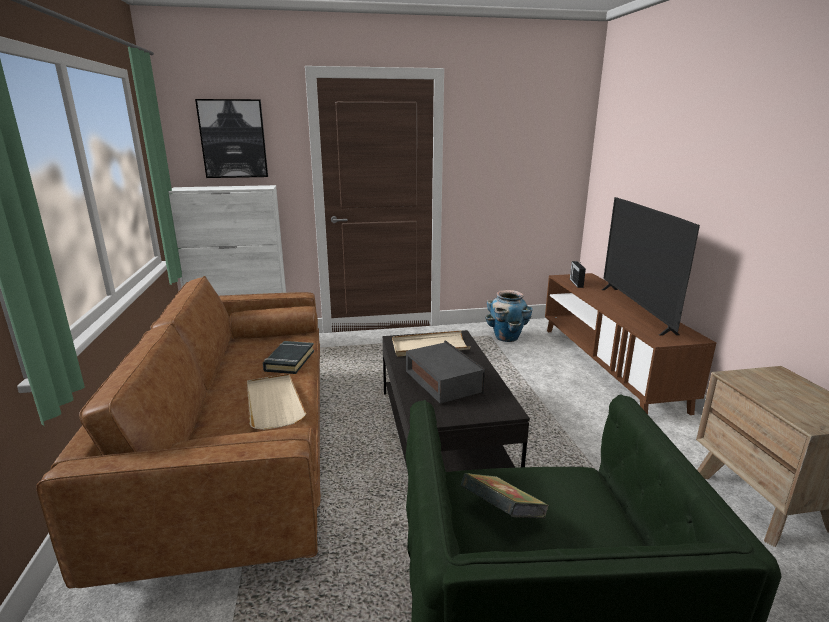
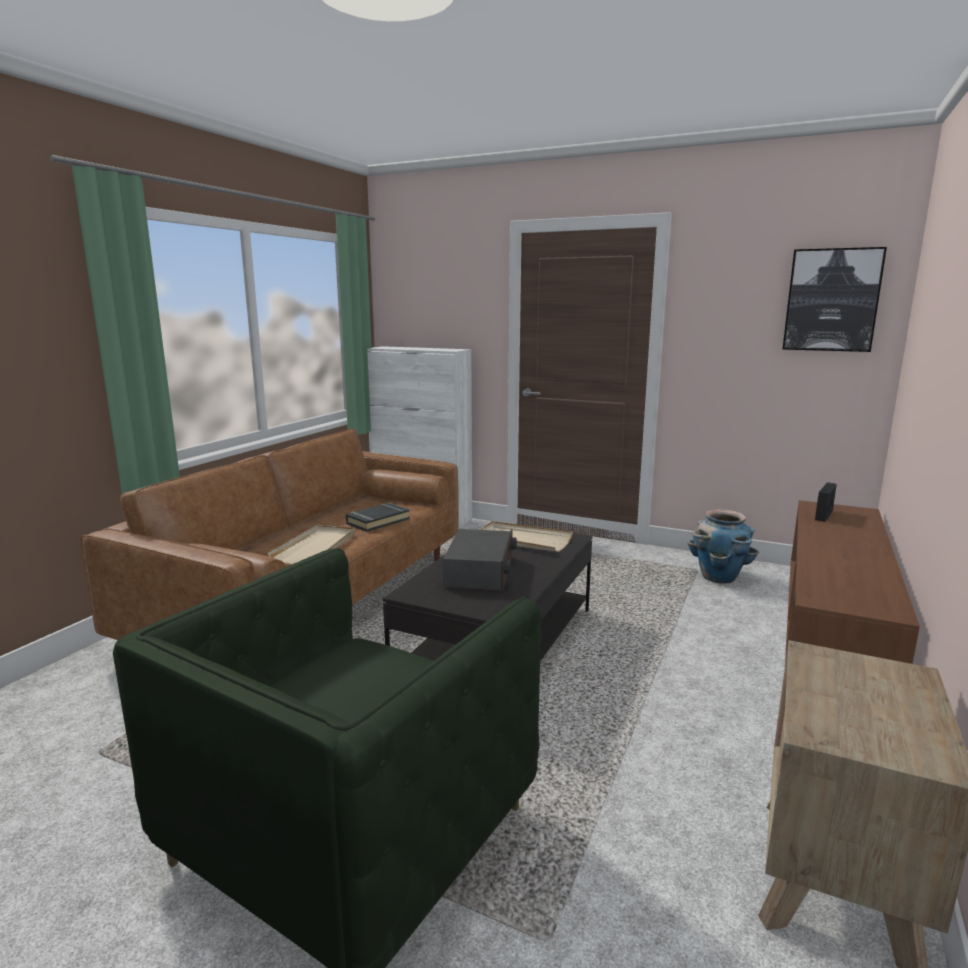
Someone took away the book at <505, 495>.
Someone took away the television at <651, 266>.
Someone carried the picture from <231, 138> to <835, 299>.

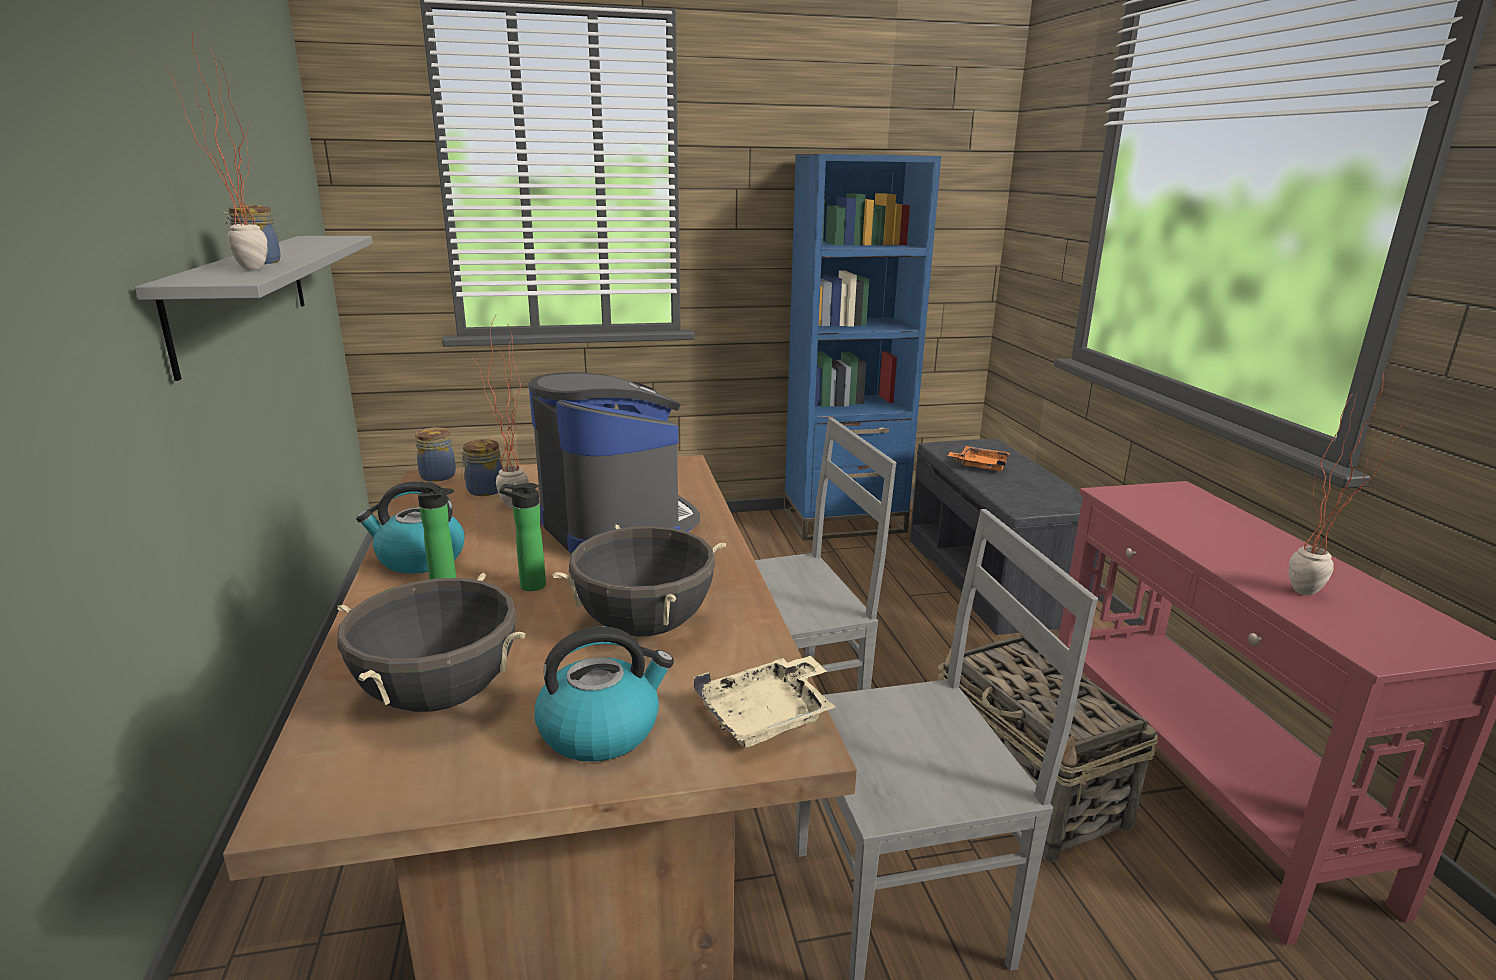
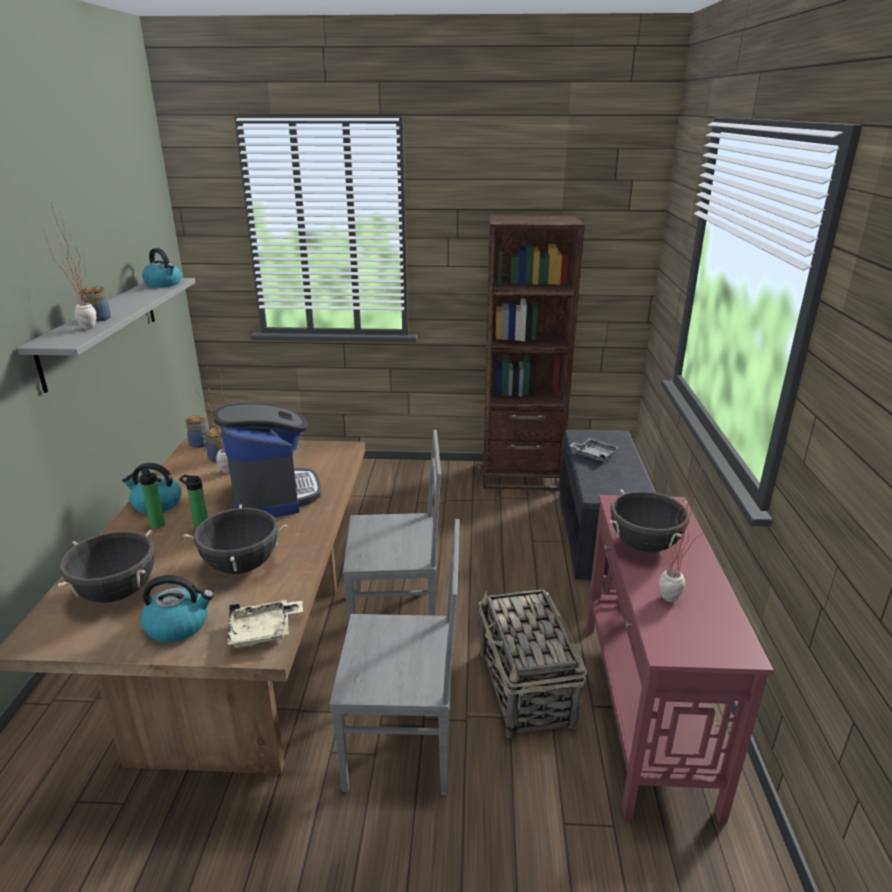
Someone put down the kettle at <162, 267>.
Someone put down the black cooking pot at <649, 521>.
Someone repainted the blue bookcase at <862, 347>, which became the brown bookcase at <534, 352>.
Someone repainted the orange tray at <979, 458>, which became the grey tray at <594, 450>.

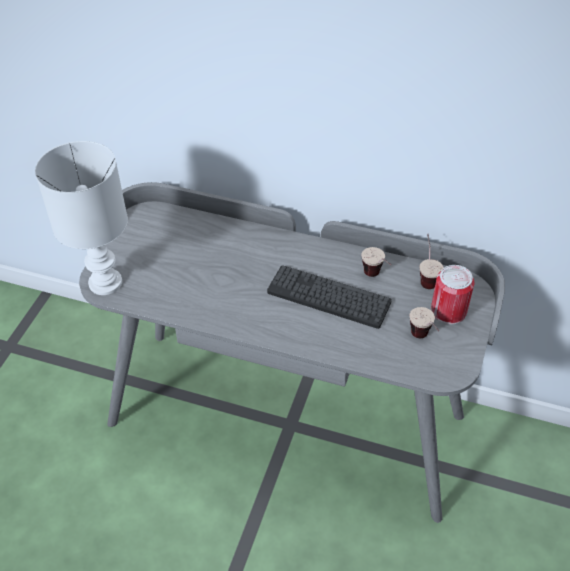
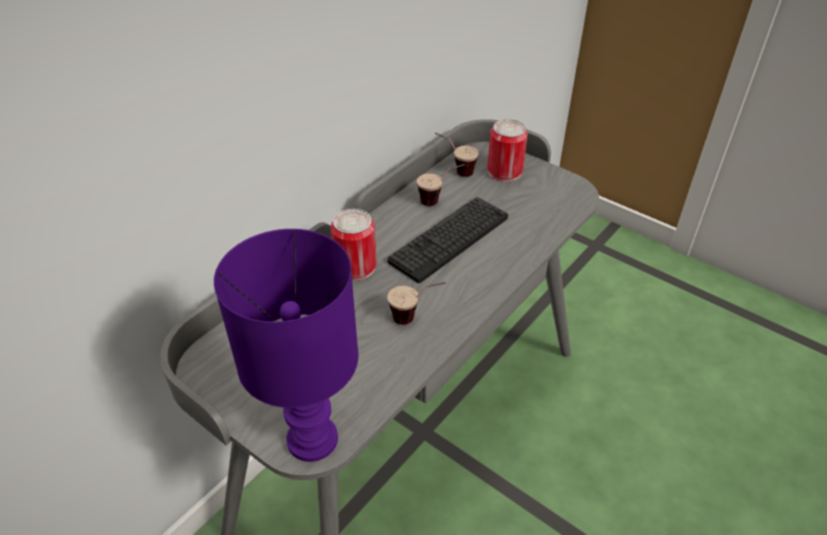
Someone put down the can at <354, 245>.
Someone carried the cup from <424, 322> to <416, 303>.
Someone repainted the white table lamp at <81, 218>, which became the purple table lamp at <286, 345>.

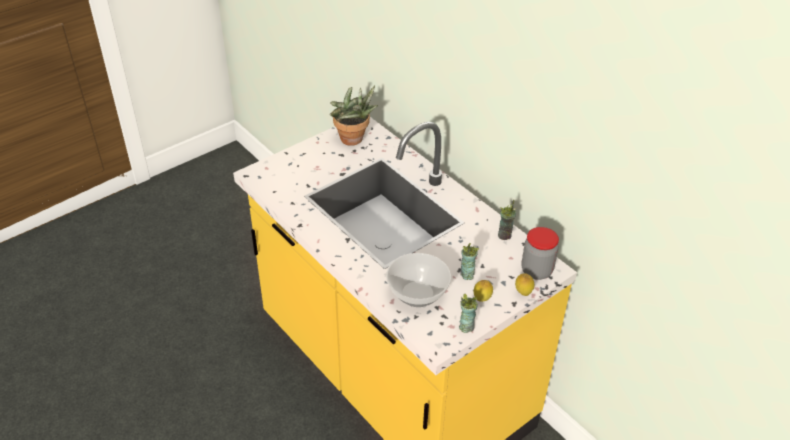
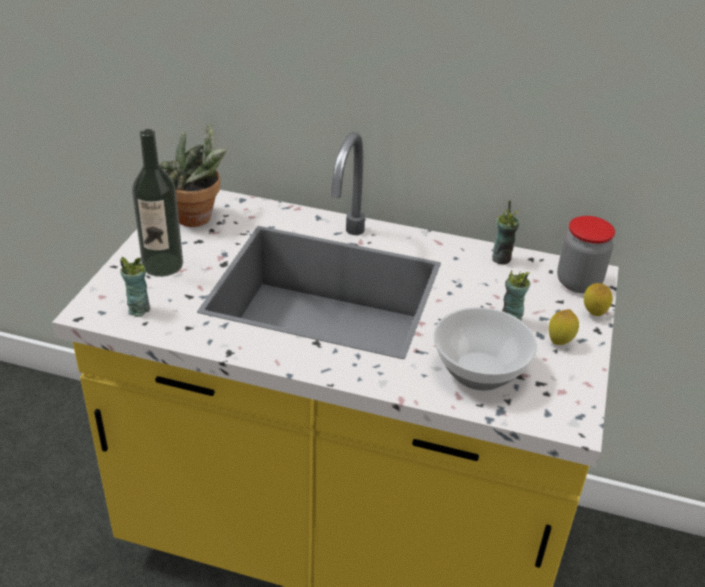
Someone put down the bottle at <157, 203>.
Someone carried the cup from <468, 313> to <135, 287>.

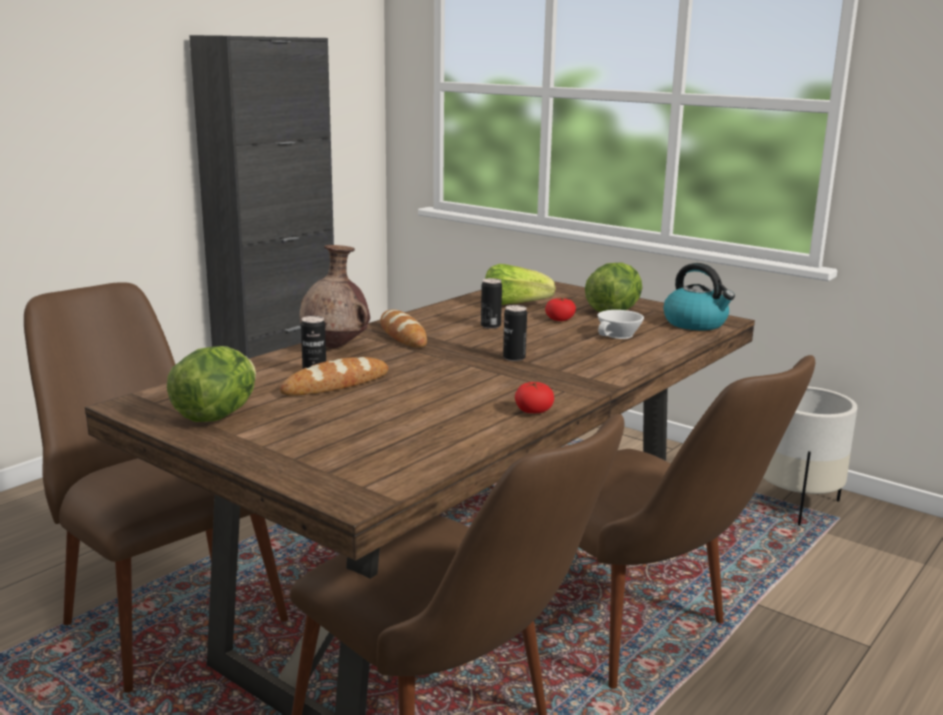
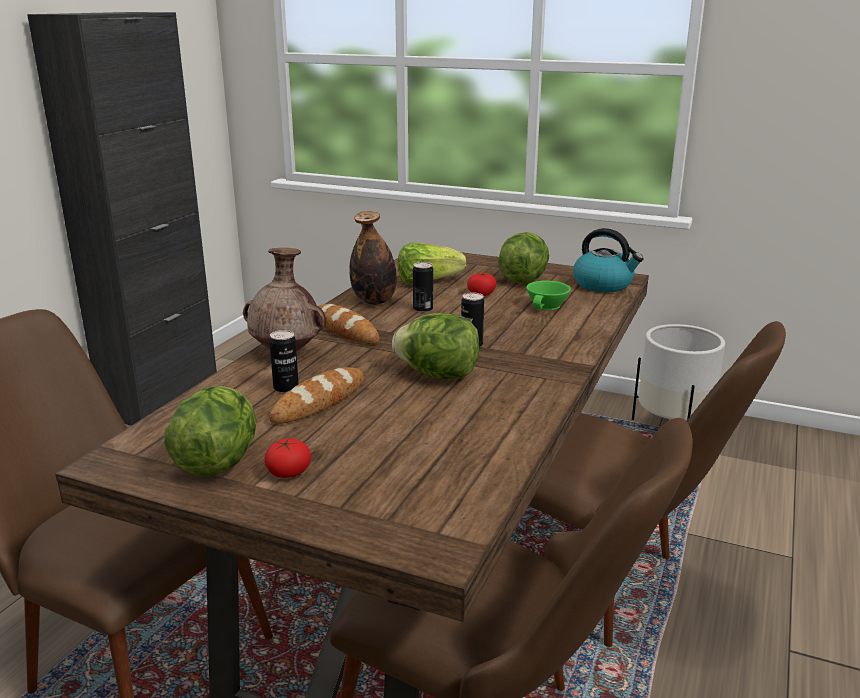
Someone put down the bottle at <373, 258>.
Someone put down the lettuce at <435, 346>.
Someone carried the tomato from <534, 397> to <287, 458>.
Someone repainted the white cup at <620, 324>, which became the green cup at <548, 295>.

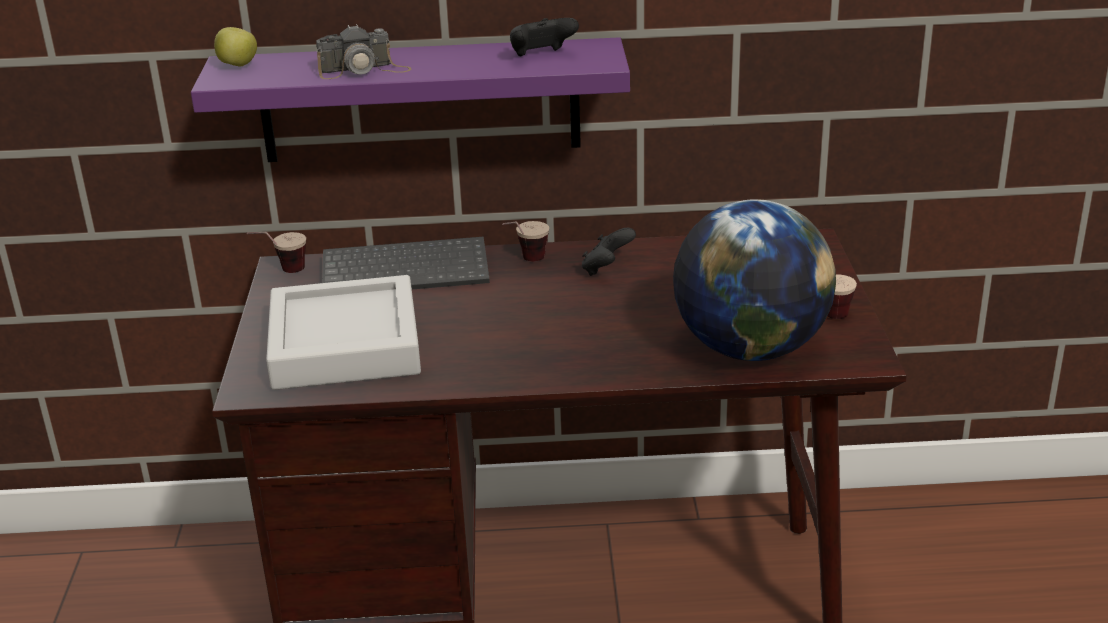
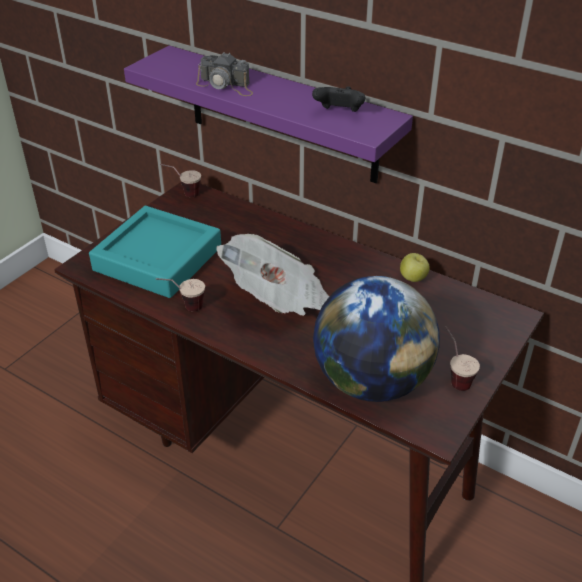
Someone took away the keyboard at <406, 262>.
Someone took away the black game controller at <609, 251>.
Someone put down the newspaper at <272, 275>.
Someone carried the apple from <235, 47> to <415, 267>.
Someone carried the cup from <525, 241> to <180, 294>.
Someone repainted the grey tray at <343, 332>, which became the turquoise tray at <155, 252>.

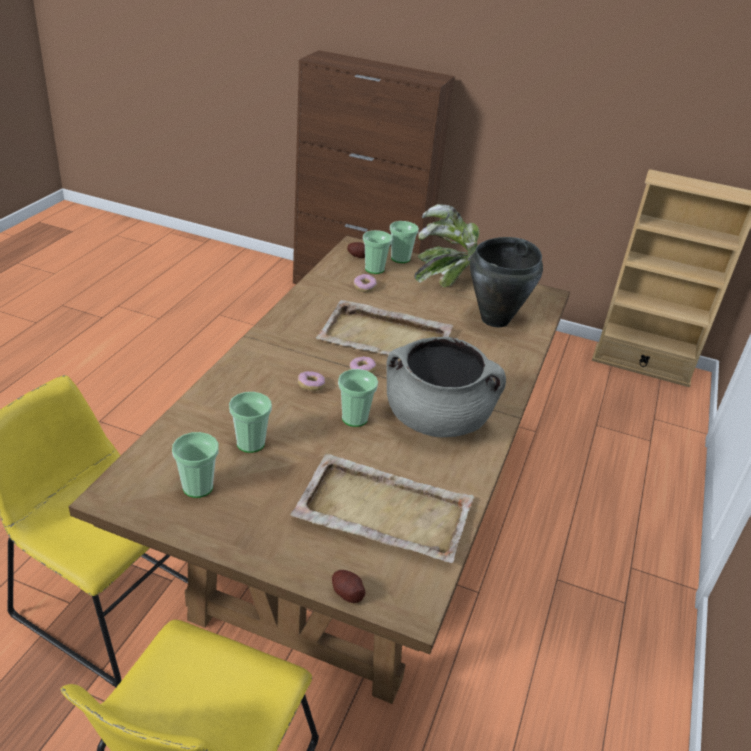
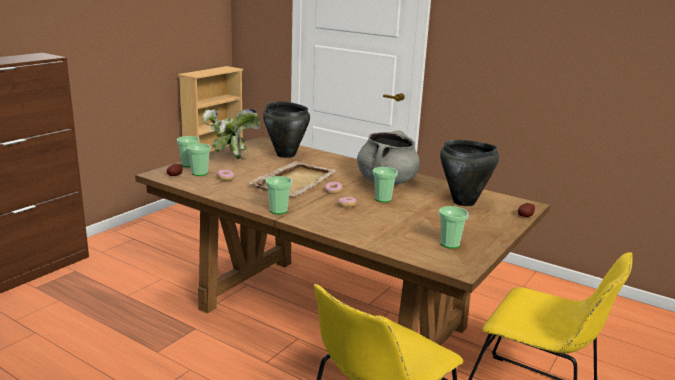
Someone carried the cup from <250, 422> to <278, 195>.
Someone swapped the beige tray at <382, 508> for the black cooking pot at <470, 173>.

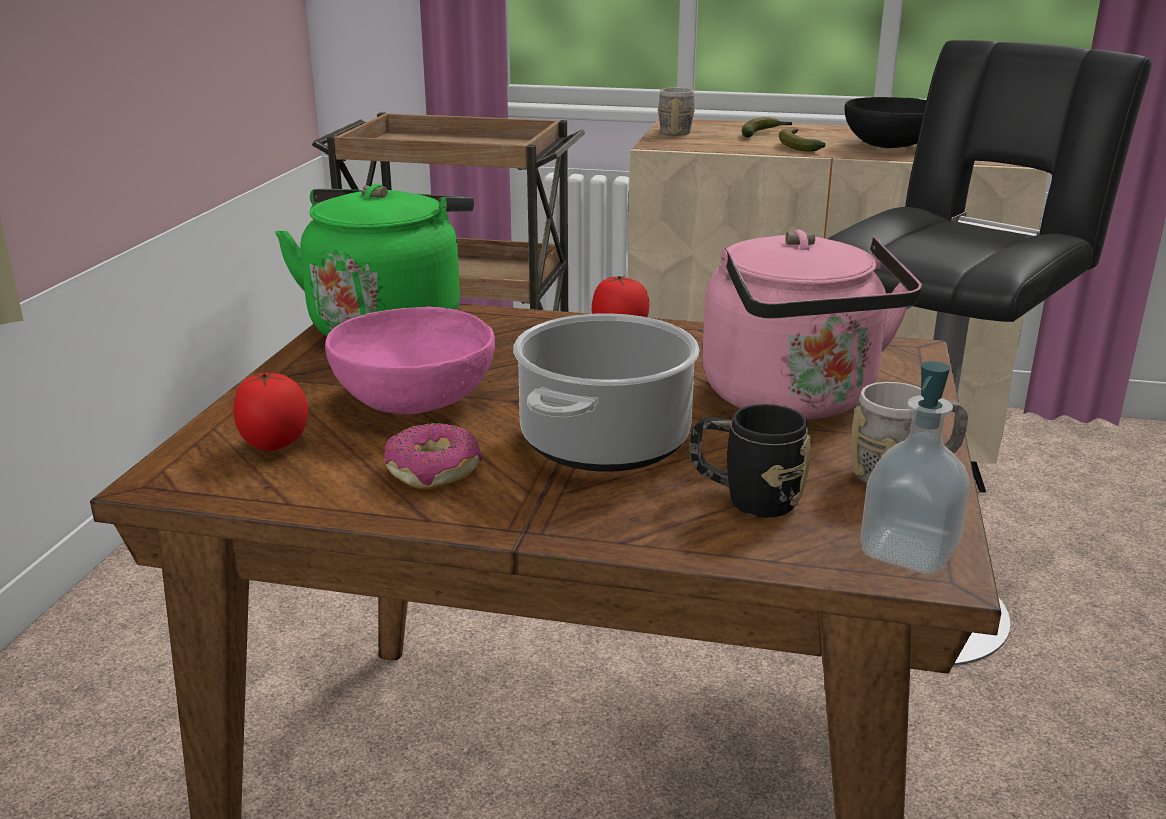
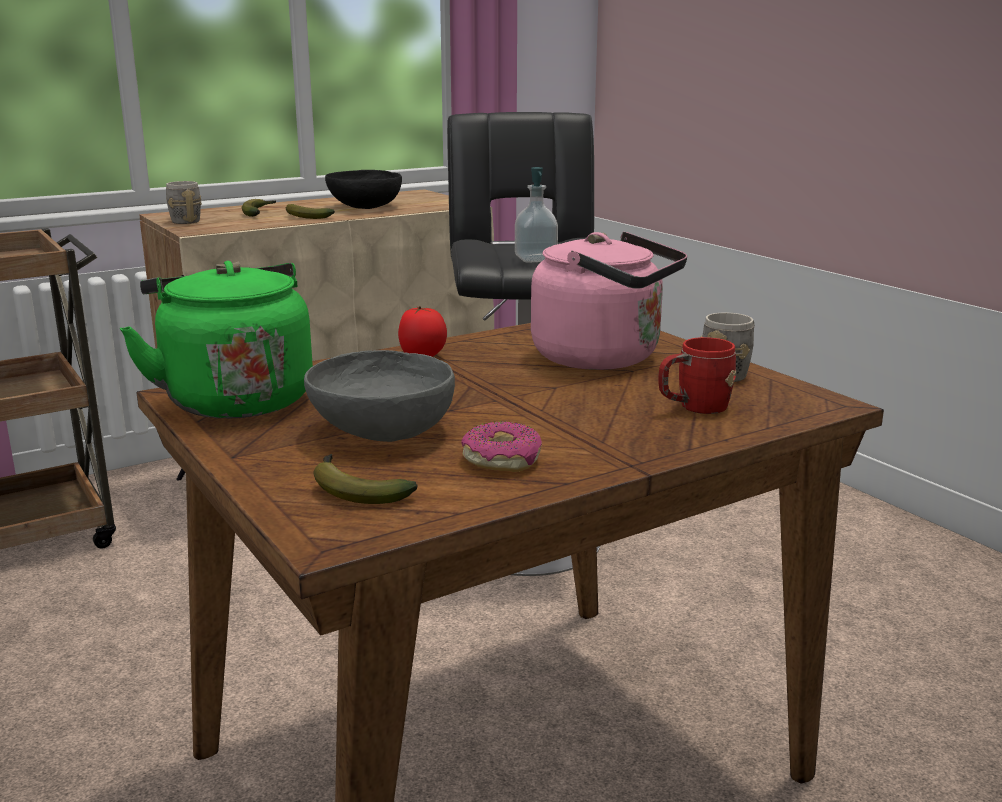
Someone took away the cooking pot at <606, 392>.
Someone carried the soap dispenser from <915, 468> to <536, 215>.
Someone swapped the tomato at <270, 411> for the banana at <365, 479>.
Someone repainted the pink bowl at <410, 360>, which became the grey bowl at <379, 396>.
Someone repainted the black mug at <750, 460>, which became the red mug at <697, 375>.

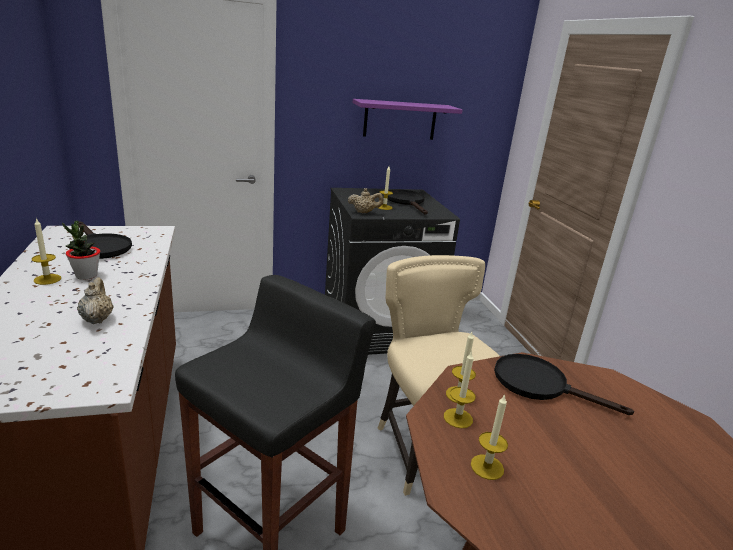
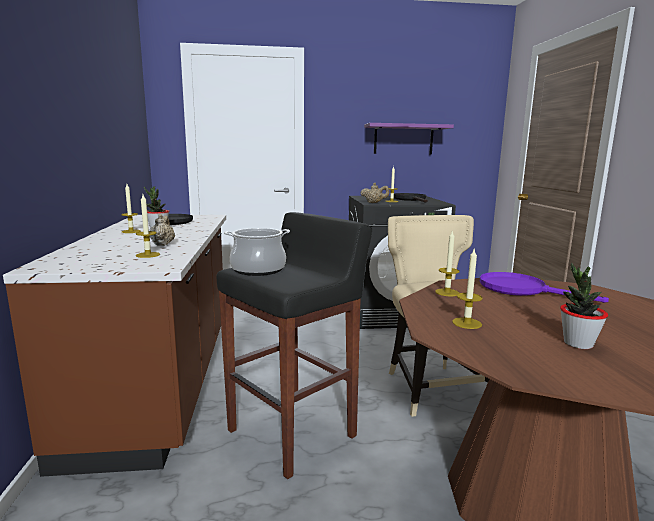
Someone put down the cooking pot at <257, 252>.
Someone put down the potted plant at <584, 306>.
Someone carried the candle from <460, 389> to <148, 226>.
Someone repainted the black frying pan at <564, 384>, which became the purple frying pan at <544, 287>.

